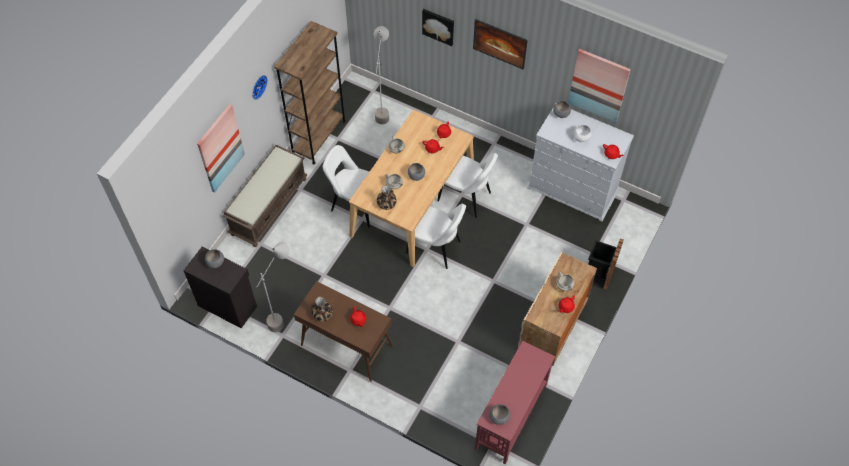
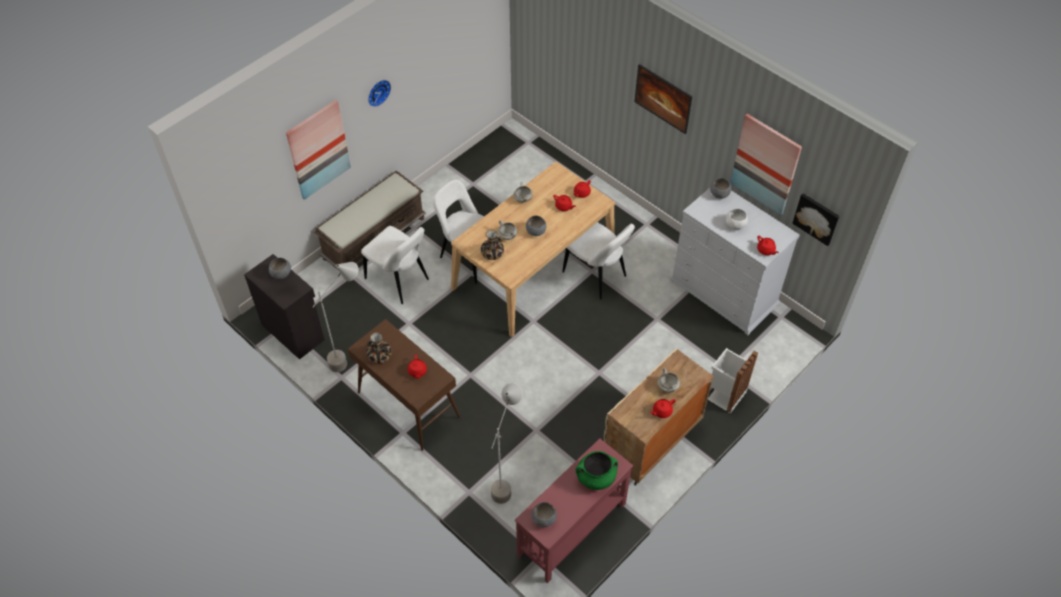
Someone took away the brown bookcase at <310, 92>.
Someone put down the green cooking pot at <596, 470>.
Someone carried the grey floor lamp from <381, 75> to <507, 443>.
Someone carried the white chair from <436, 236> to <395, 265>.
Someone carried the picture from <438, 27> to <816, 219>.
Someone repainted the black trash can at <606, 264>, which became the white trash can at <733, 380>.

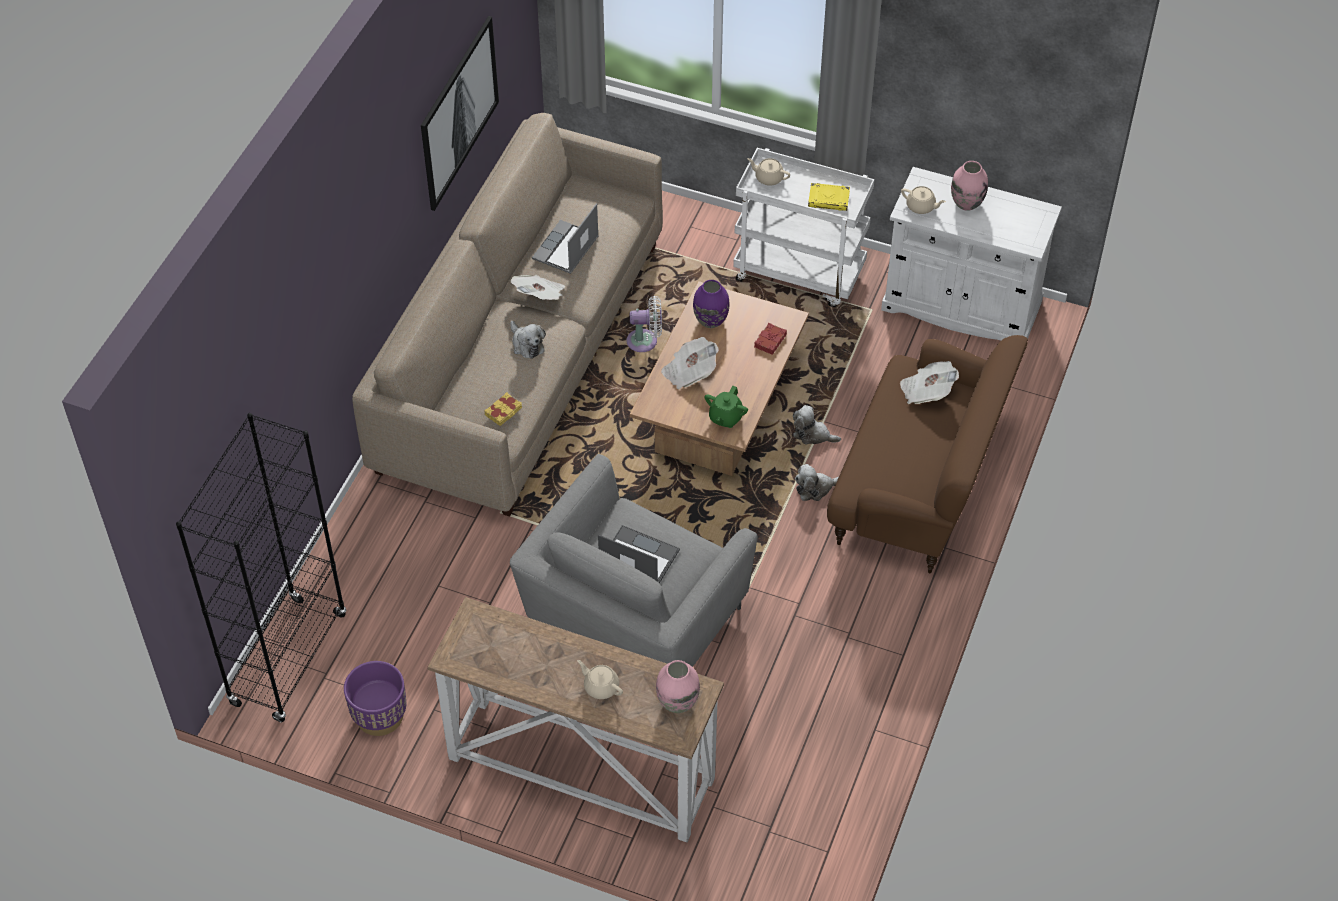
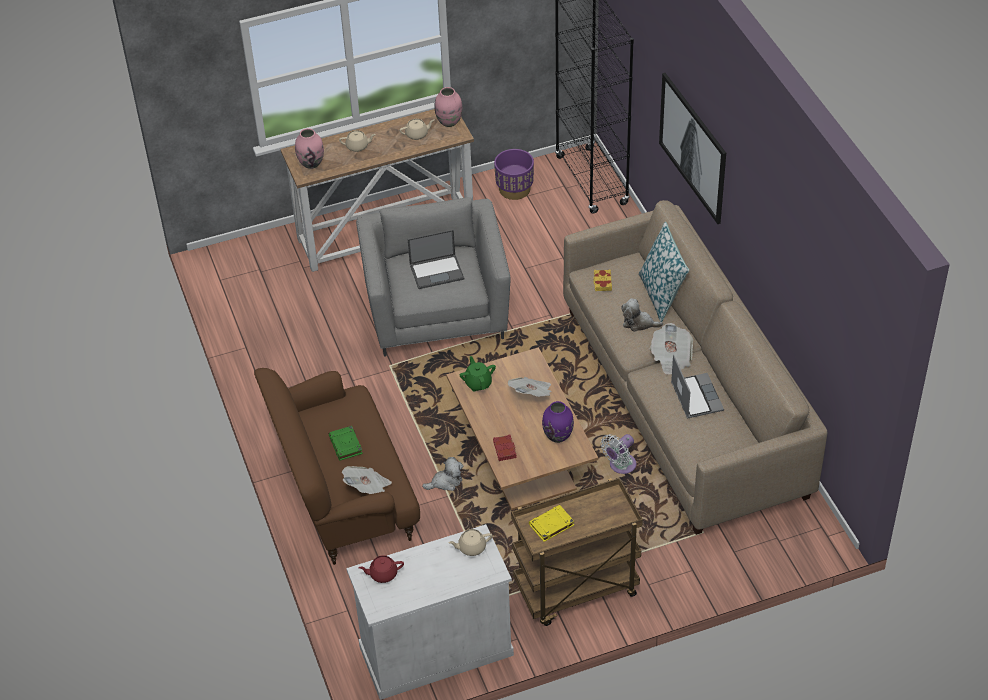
Someone took away the plush toy at <817, 482>.
Someone put down the green book at <346, 443>.
Someone put down the red teapot at <381, 569>.
Someone put down the pillow at <664, 272>.
Someone carried the picture from <460, 113> to <692, 148>.
Someone carried the beige teapot from <768, 172> to <416, 129>.
Someone carried the pink vase from <969, 186> to <448, 107>.
Someone repainted the white cart at <804, 227>, which became the brown cart at <577, 552>.

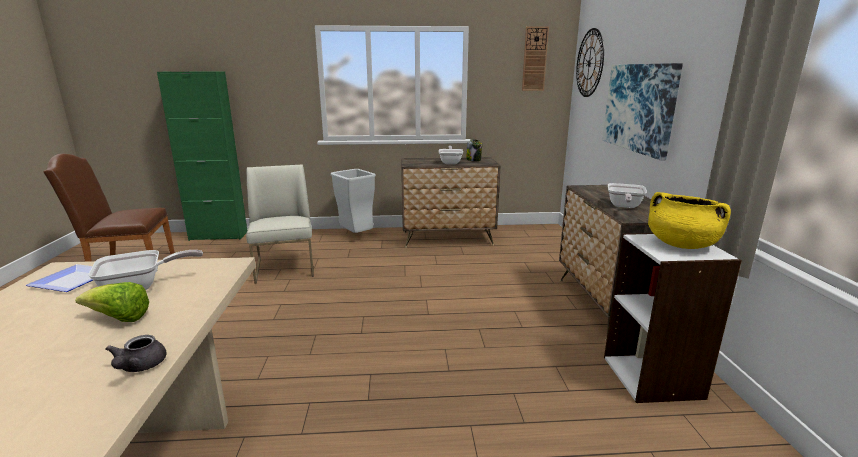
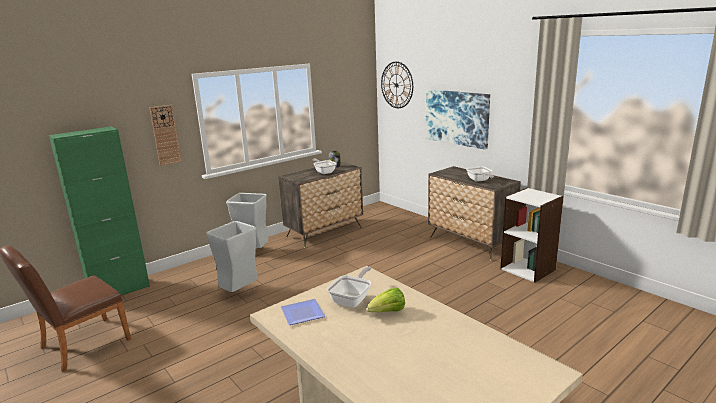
Someone took away the grey teapot at <136, 353>.
Someone took away the yellow cooking pot at <689, 220>.
Someone carried the wall clock from <535, 58> to <165, 135>.
Someone swapped the white chair at <280, 224> for the grey trash can at <232, 256>.

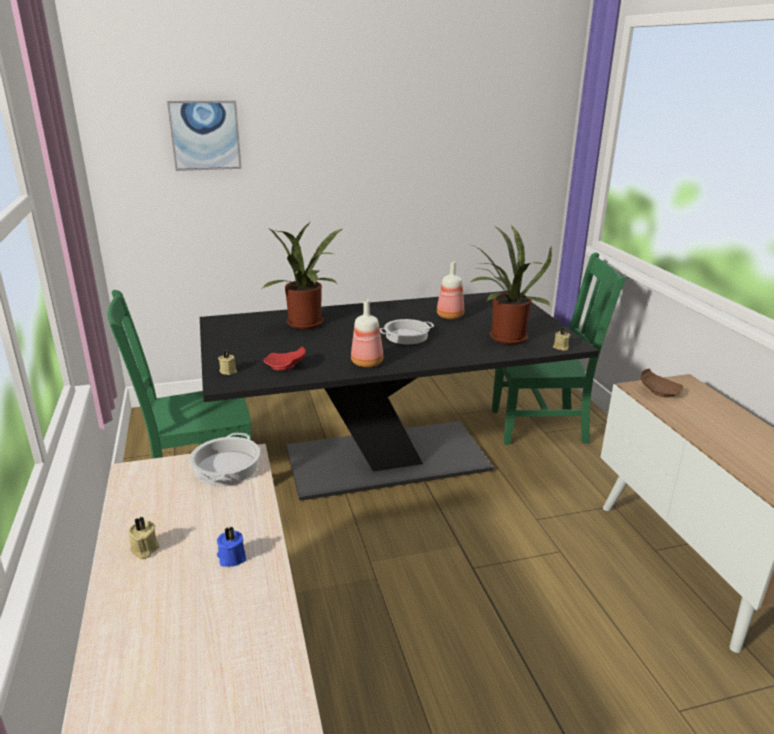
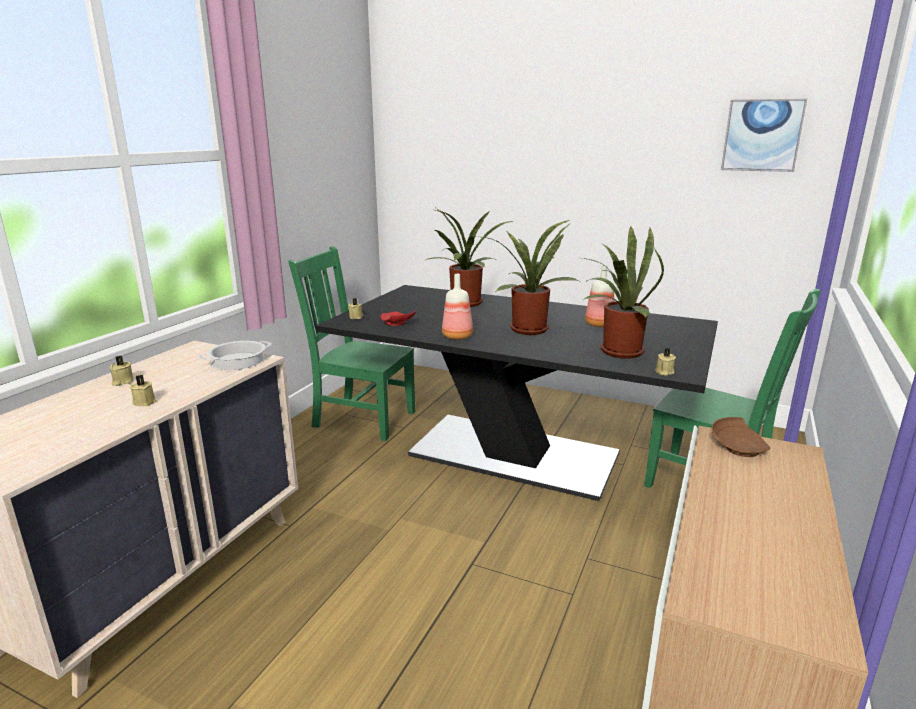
Someone carried the picture from <204, 135> to <764, 135>.
Someone swapped the cooking pot at <407, 331> for the potted plant at <530, 277>.
Someone repainted the blue candle at <231, 547>, which became the beige candle at <143, 390>.

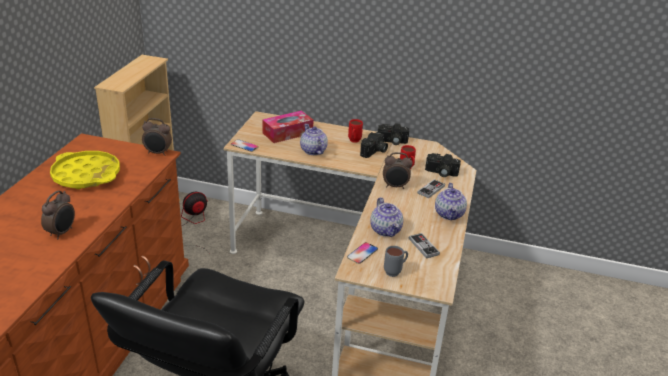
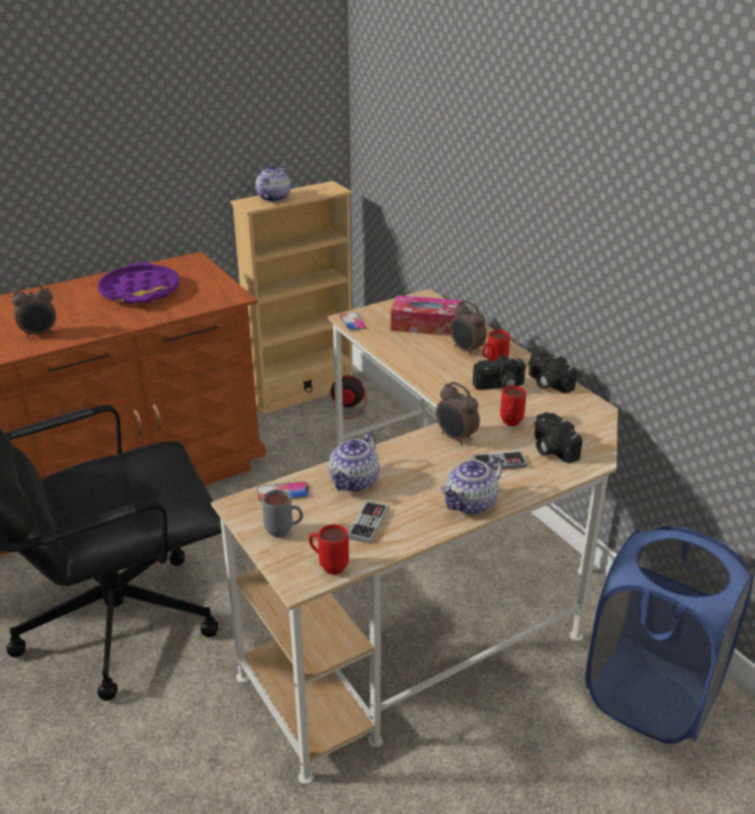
Someone put down the red mug at <329, 549>.
Someone put down the blue laundry basket at <669, 635>.
Someone carried the alarm clock from <157, 137> to <468, 328>.
Someone carried the teapot from <314, 139> to <273, 183>.
Someone repainted the yellow tray at <85, 170>, which became the purple tray at <138, 283>.

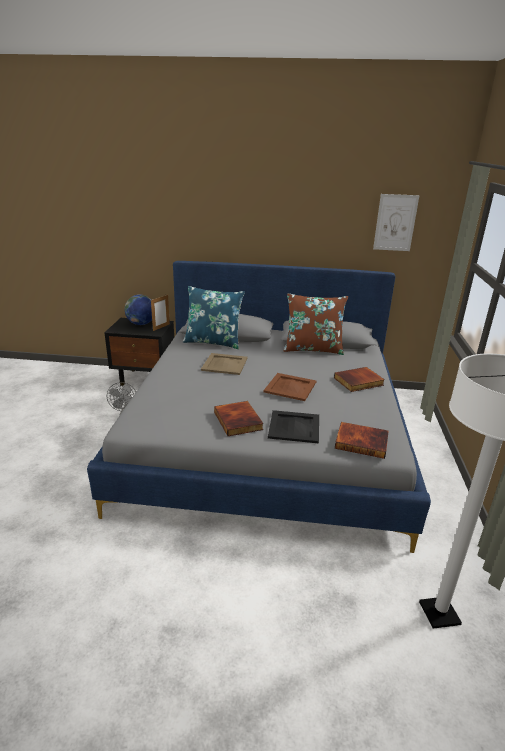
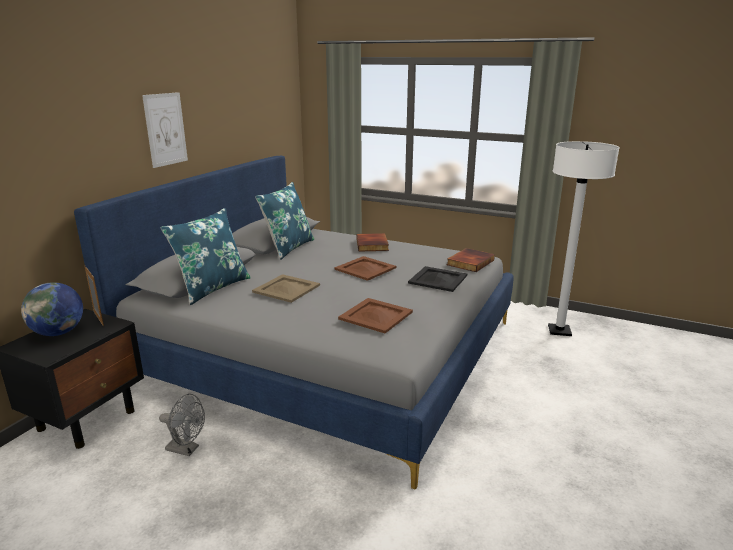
Someone took away the book at <239, 418>.
Someone put down the brown tray at <375, 315>.
Someone carried the picture from <396, 222> to <165, 130>.
Someone repainted the brown pillow at <316, 324>, which became the blue pillow at <284, 221>.

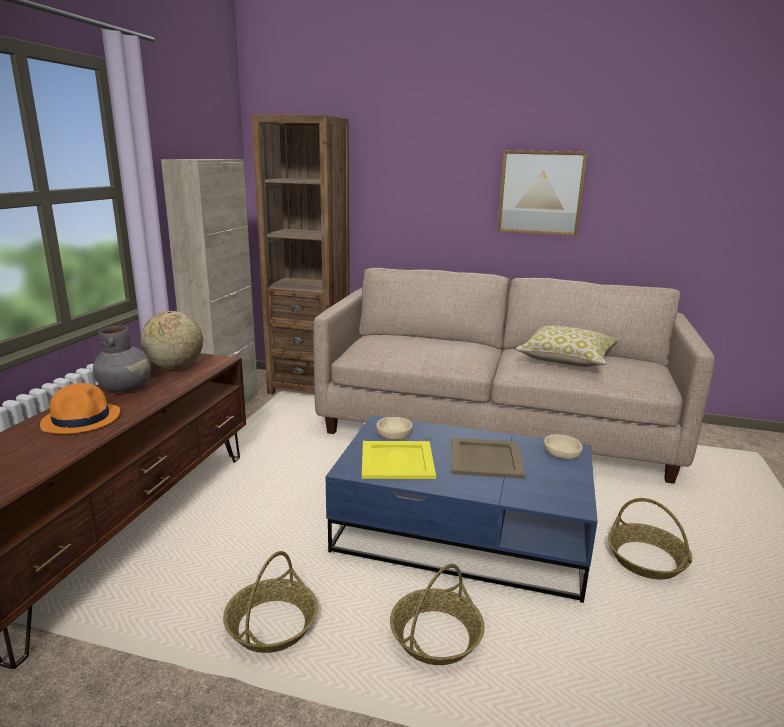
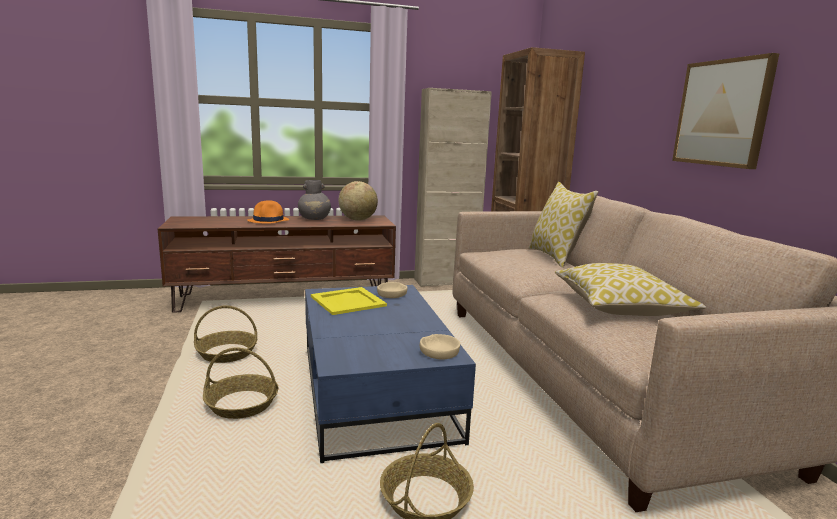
Someone took away the beige tray at <488, 458>.
Someone put down the pillow at <563, 224>.

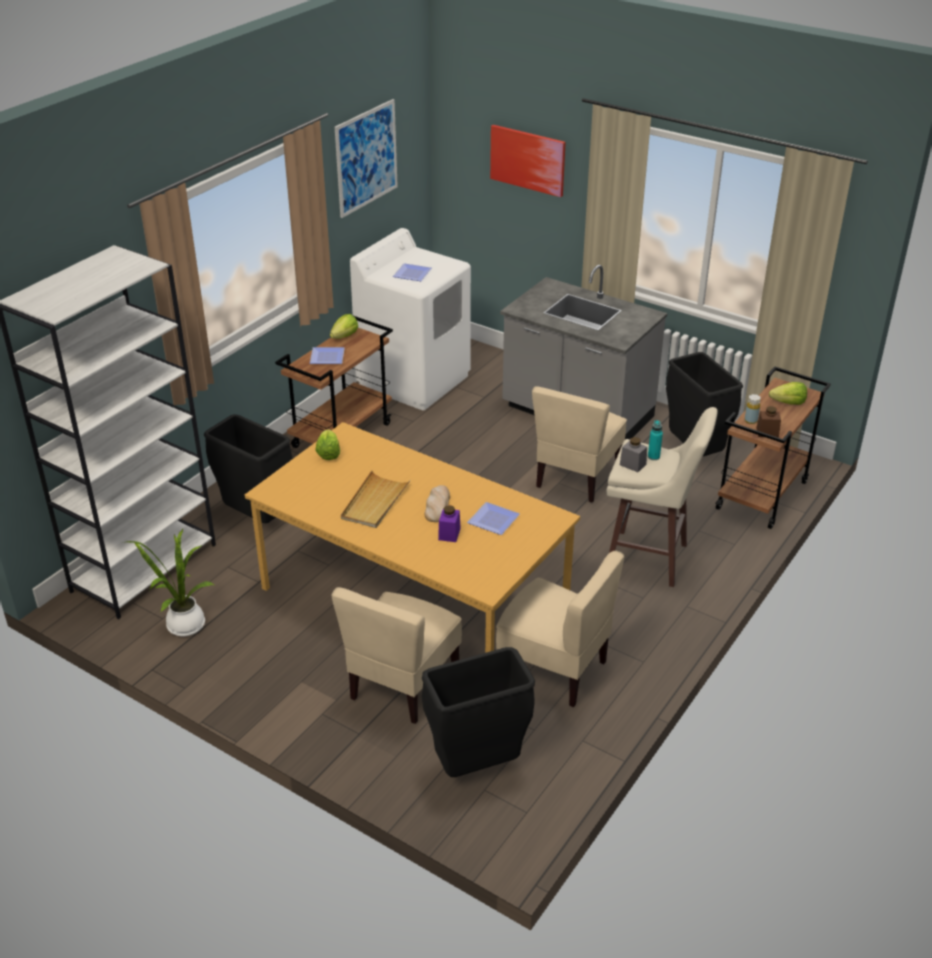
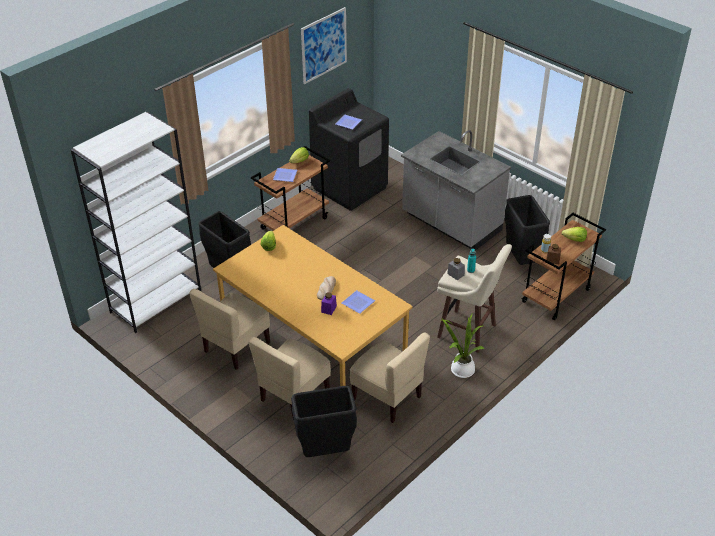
Someone took away the beige tray at <375, 499>.
Someone took away the picture at <528, 161>.
Someone carried the potted plant from <170, 582> to <463, 346>.
Someone carried the beige chair from <579, 444> to <229, 329>.
Someone repainted the white washing machine at <410, 319>, which became the black washing machine at <349, 149>.

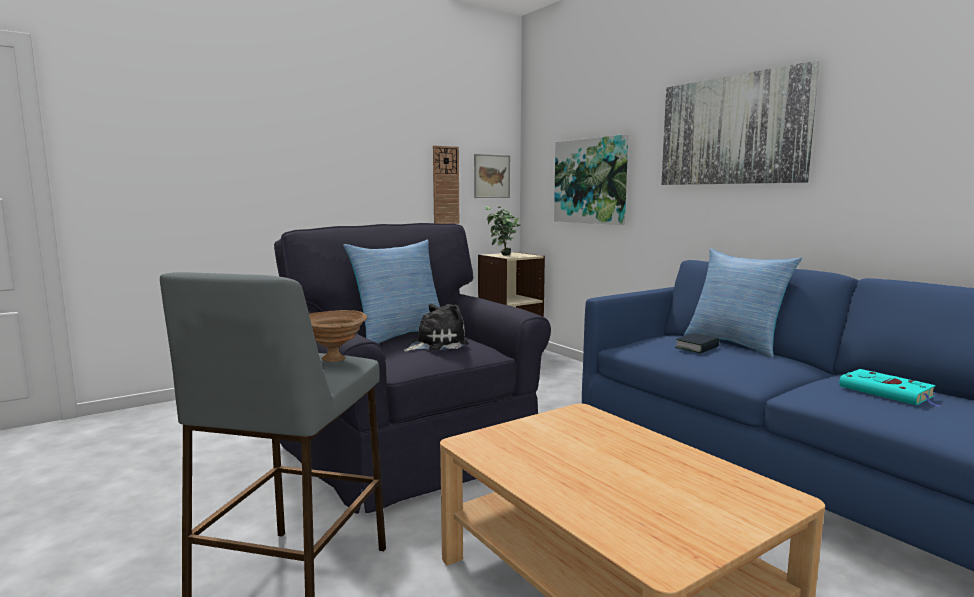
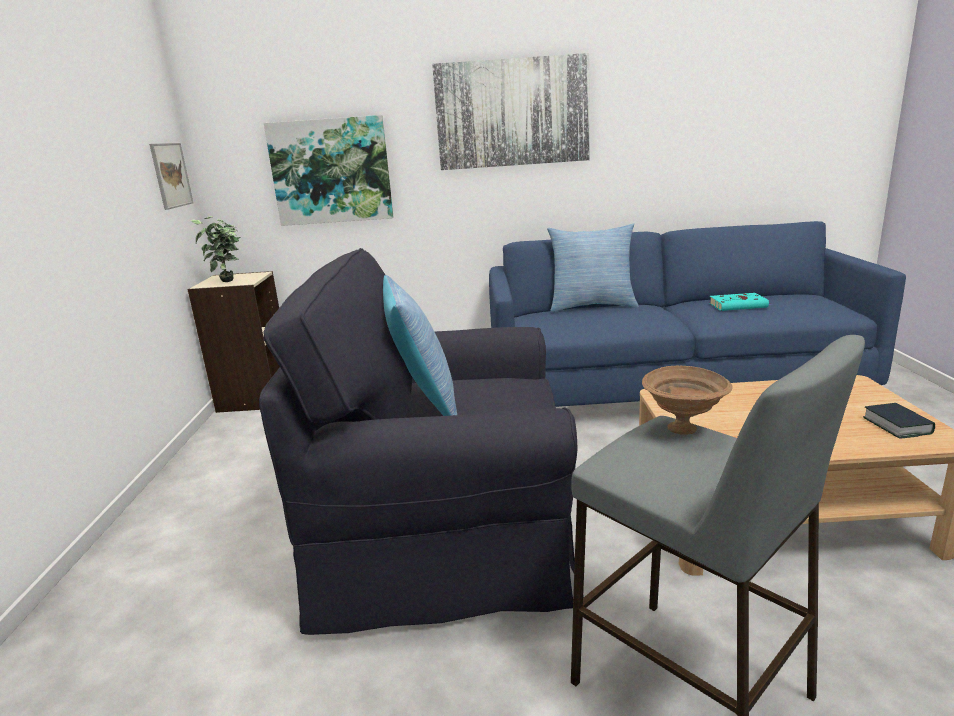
Someone took away the plush toy at <436, 328>.
Someone took away the wall clock at <446, 185>.
Someone carried the book from <697, 343> to <899, 421>.

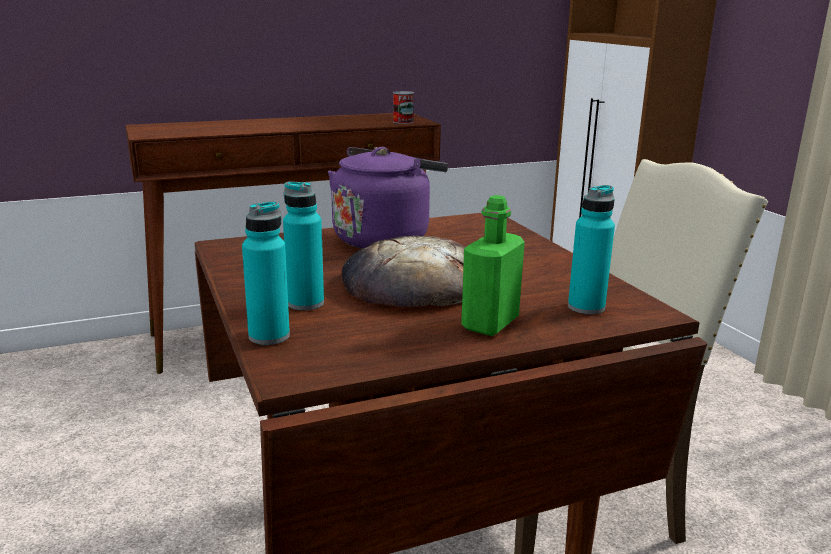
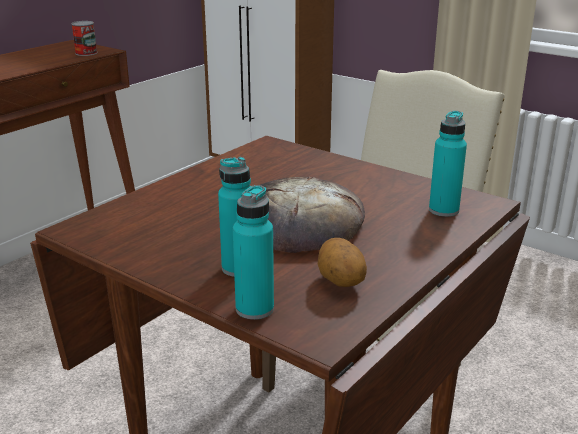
Someone took away the purple kettle at <388, 198>.
Someone took away the green bottle at <493, 265>.
Someone put down the potato at <342, 262>.

